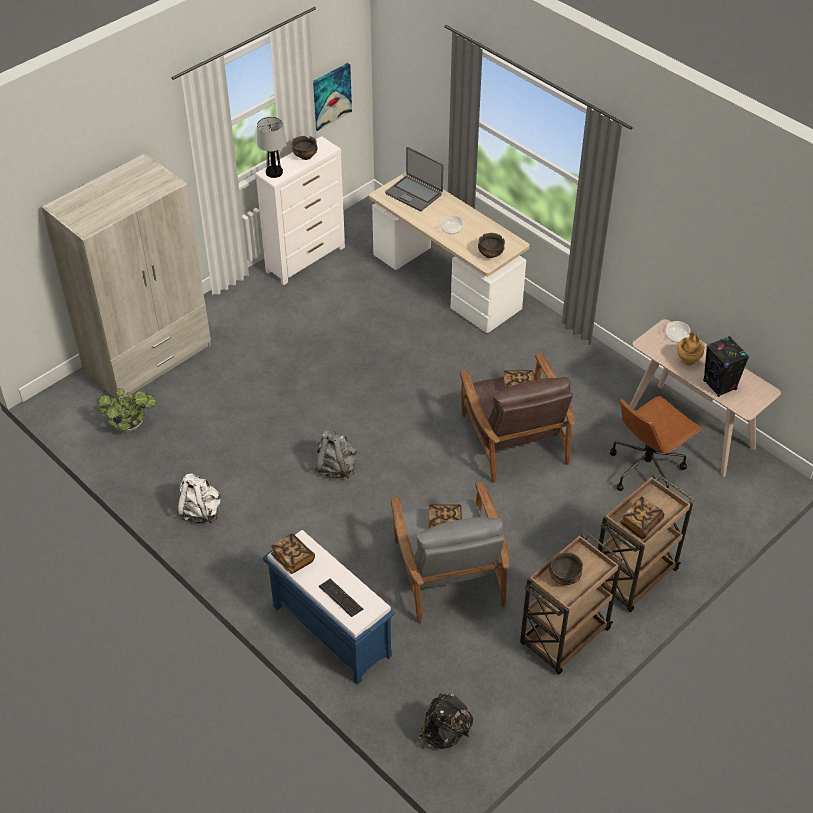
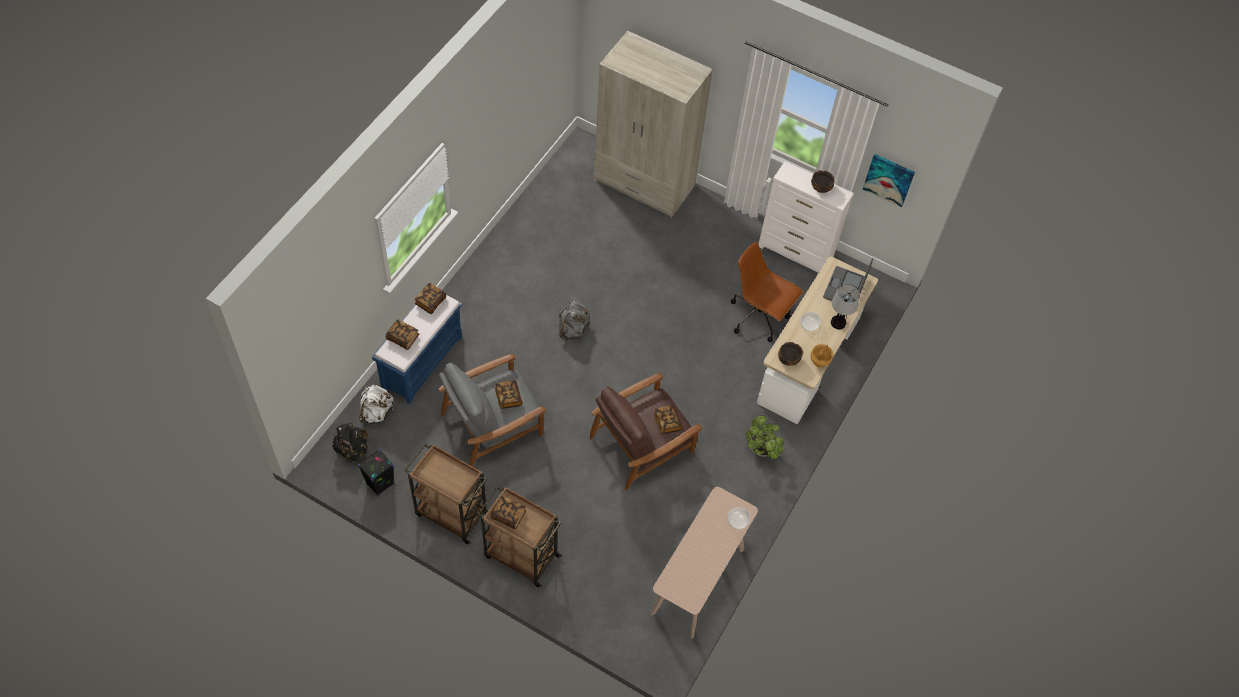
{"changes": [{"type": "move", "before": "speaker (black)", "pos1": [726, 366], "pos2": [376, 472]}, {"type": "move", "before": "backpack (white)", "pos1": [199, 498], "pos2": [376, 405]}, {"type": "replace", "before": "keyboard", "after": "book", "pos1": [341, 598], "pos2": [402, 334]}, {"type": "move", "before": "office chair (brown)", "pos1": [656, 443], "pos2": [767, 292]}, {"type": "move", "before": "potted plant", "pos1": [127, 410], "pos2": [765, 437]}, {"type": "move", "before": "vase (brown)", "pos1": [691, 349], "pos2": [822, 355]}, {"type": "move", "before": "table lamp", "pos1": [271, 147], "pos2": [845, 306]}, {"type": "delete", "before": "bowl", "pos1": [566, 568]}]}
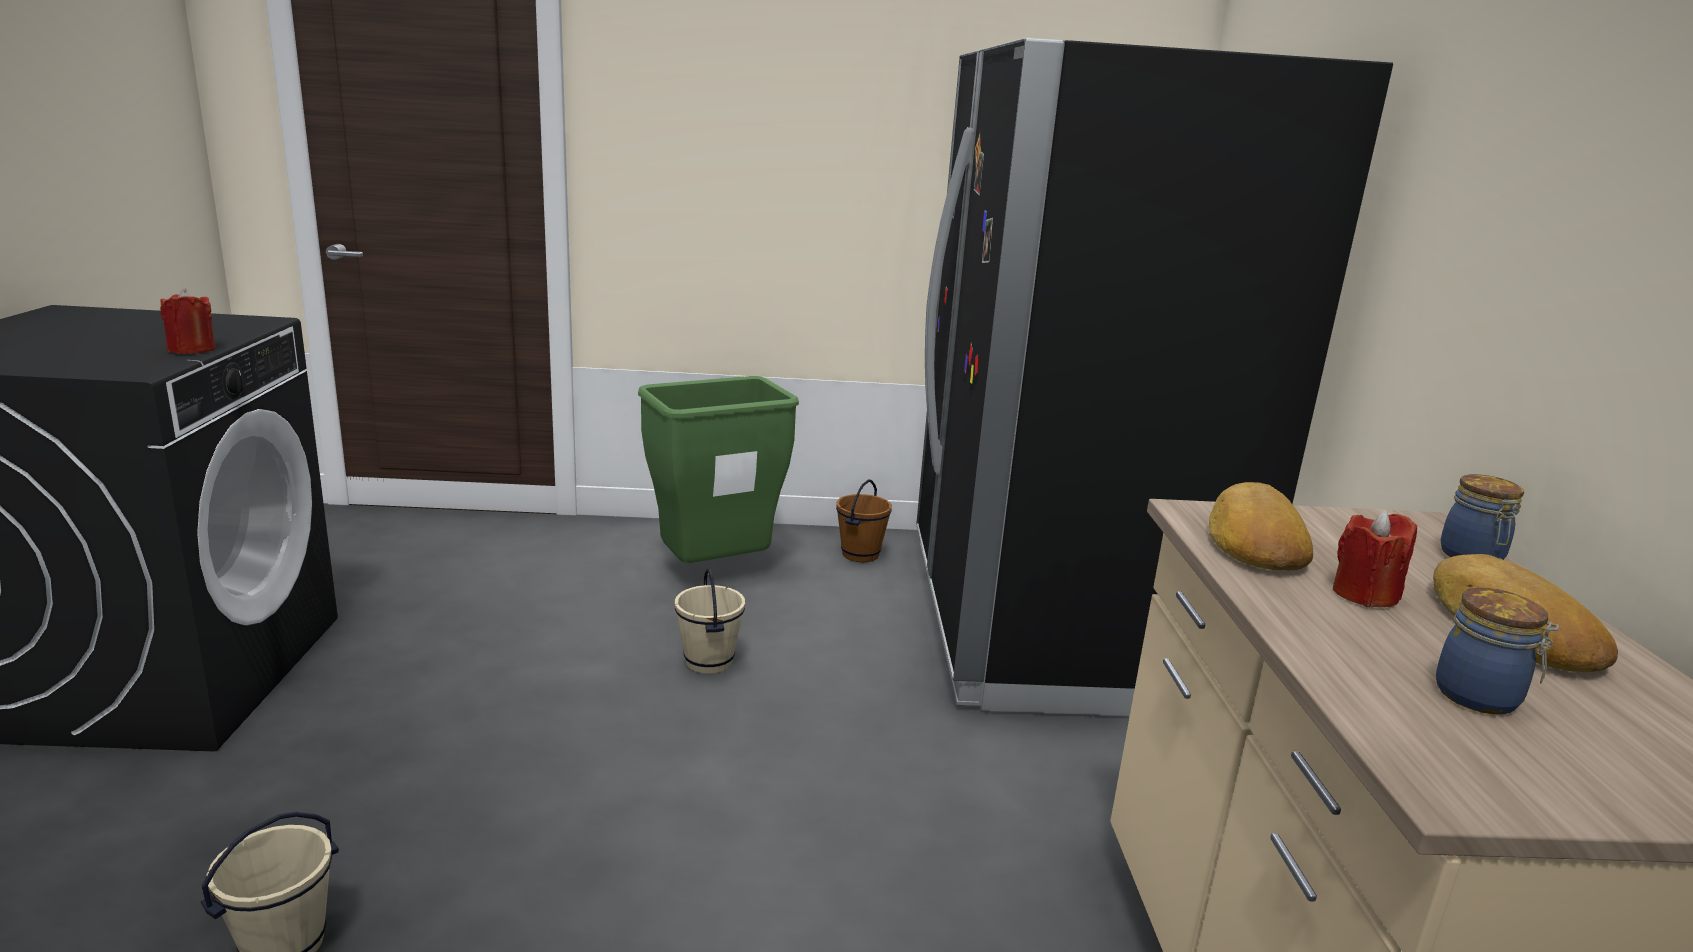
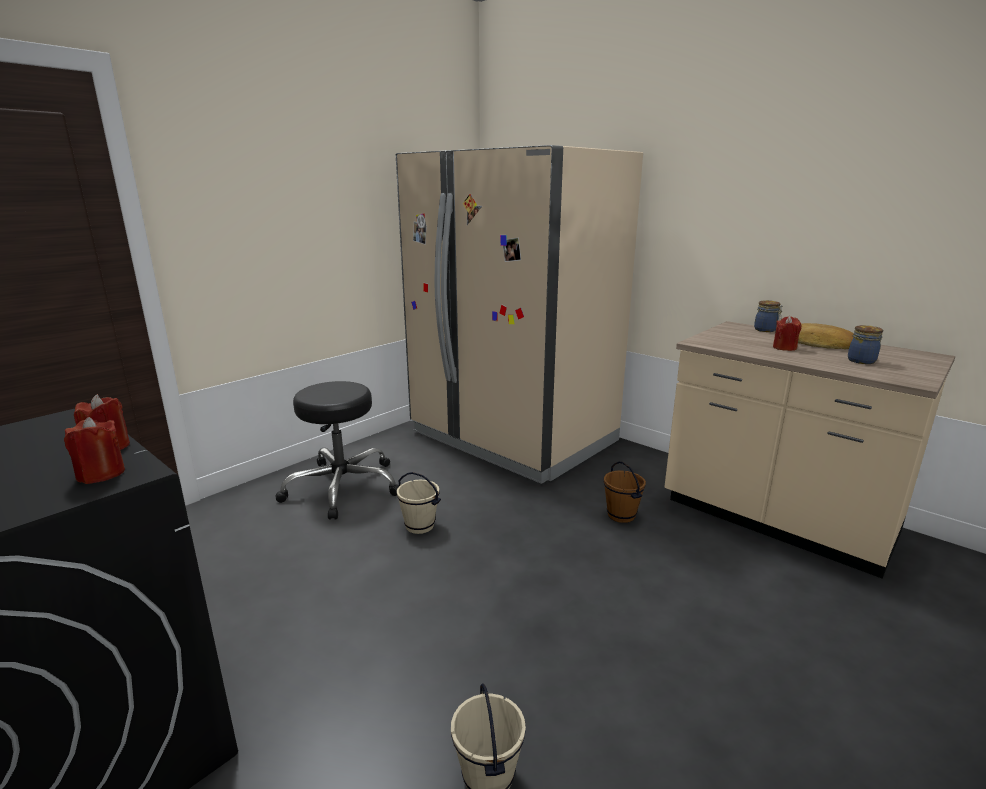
{"changes": [{"type": "insert", "after": "candle (red)", "pos2": [94, 450]}, {"type": "replace", "before": "trash can (green)", "after": "stool (black)", "pos1": [718, 469], "pos2": [337, 450]}, {"type": "recolor", "before": "fridge (black)", "after": "fridge (beige)", "pos1": [1155, 377], "pos2": [519, 314]}, {"type": "move", "before": "bucket (brown)", "pos1": [864, 520], "pos2": [625, 492]}, {"type": "delete", "before": "bread", "pos1": [1261, 526]}]}
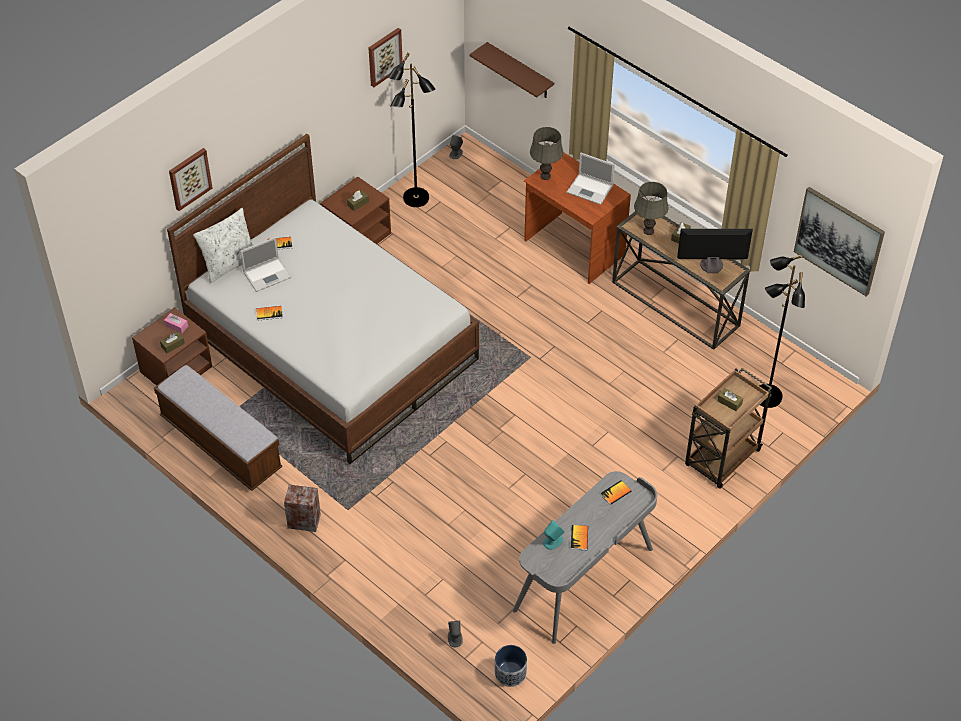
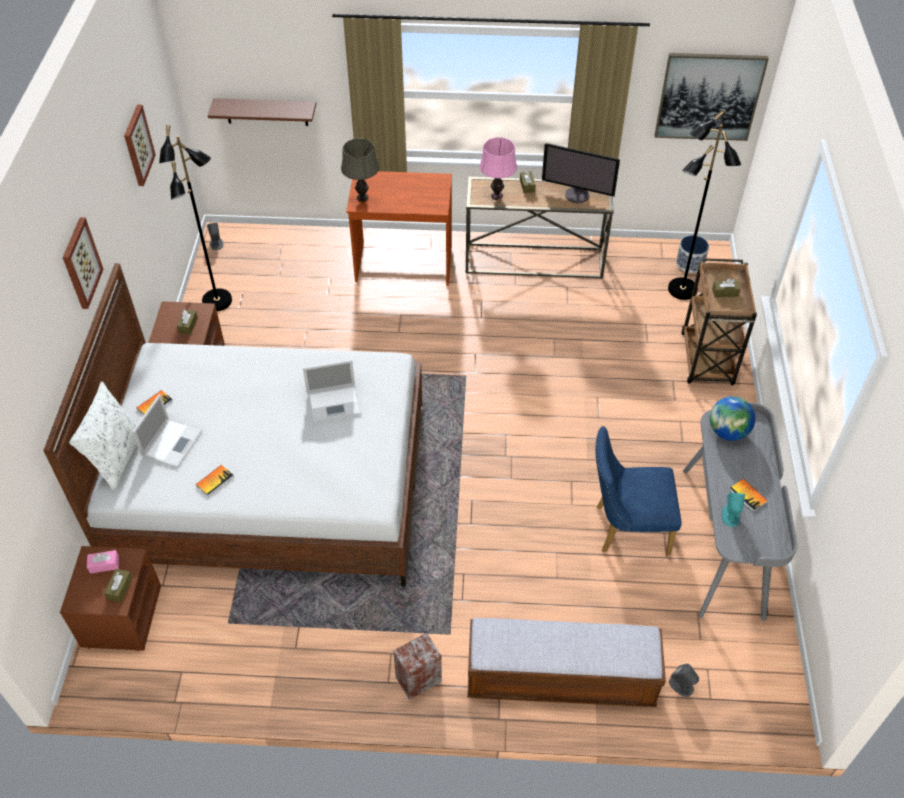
{"changes": [{"type": "move", "before": "picture", "pos1": [191, 179], "pos2": [83, 263]}, {"type": "move", "before": "laptop", "pos1": [591, 179], "pos2": [332, 391]}, {"type": "move", "before": "bench", "pos1": [218, 428], "pos2": [566, 662]}, {"type": "recolor", "before": "table lamp (grey)", "after": "table lamp (pink)", "pos1": [651, 208], "pos2": [498, 168]}, {"type": "rotate", "before": "monitor", "pos1": [715, 251], "pos2": [581, 173], "turn": -120}, {"type": "insert", "after": "chair (blue)", "pos2": [638, 490]}, {"type": "move", "before": "planter", "pos1": [511, 666], "pos2": [692, 254]}, {"type": "replace", "before": "book", "after": "globe", "pos1": [615, 492], "pos2": [732, 418]}]}
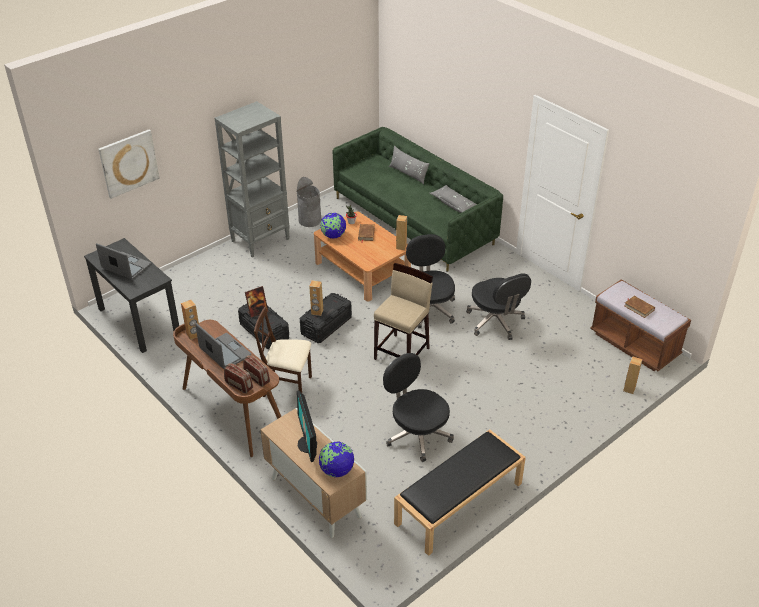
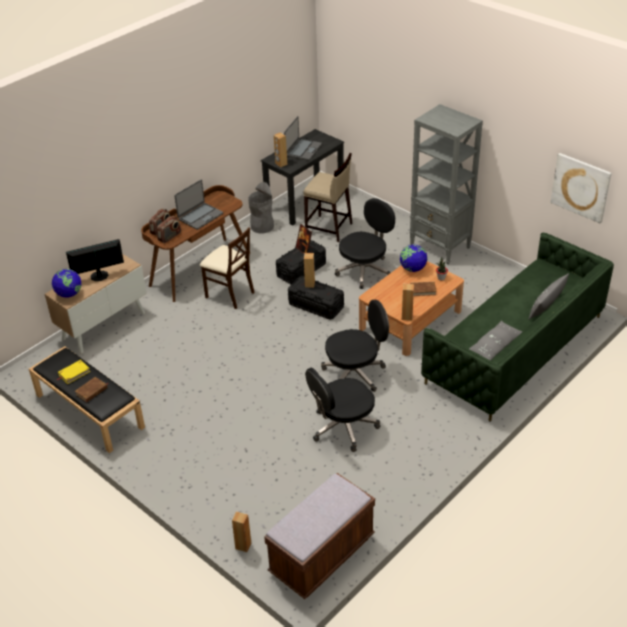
{"changes": [{"type": "insert", "after": "book (yellow)", "pos2": [73, 372]}, {"type": "move", "before": "book (brown)", "pos1": [639, 307], "pos2": [91, 389]}, {"type": "rotate", "before": "chair (beige)", "pos1": [283, 352], "pos2": [227, 268], "turn": 120}, {"type": "move", "before": "trash can (grey)", "pos1": [309, 202], "pos2": [261, 207]}, {"type": "move", "before": "speaker (brown)", "pos1": [190, 320], "pos2": [281, 149]}, {"type": "move", "before": "stool (beige)", "pos1": [403, 311], "pos2": [328, 197]}, {"type": "move", "before": "office chair (black)", "pos1": [418, 407], "pos2": [365, 243]}, {"type": "move", "before": "picture", "pos1": [129, 164], "pos2": [581, 188]}]}
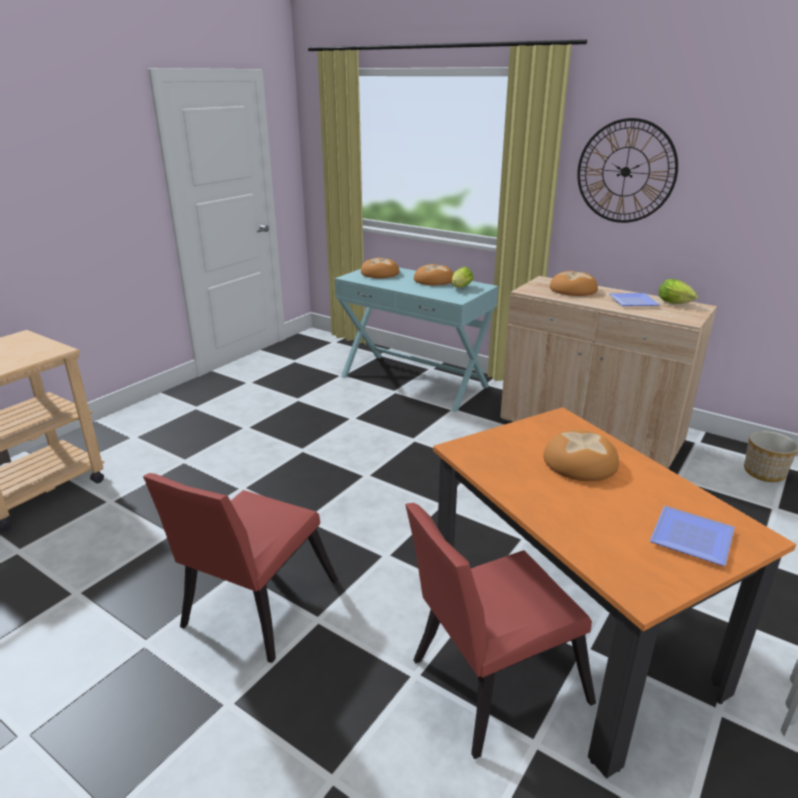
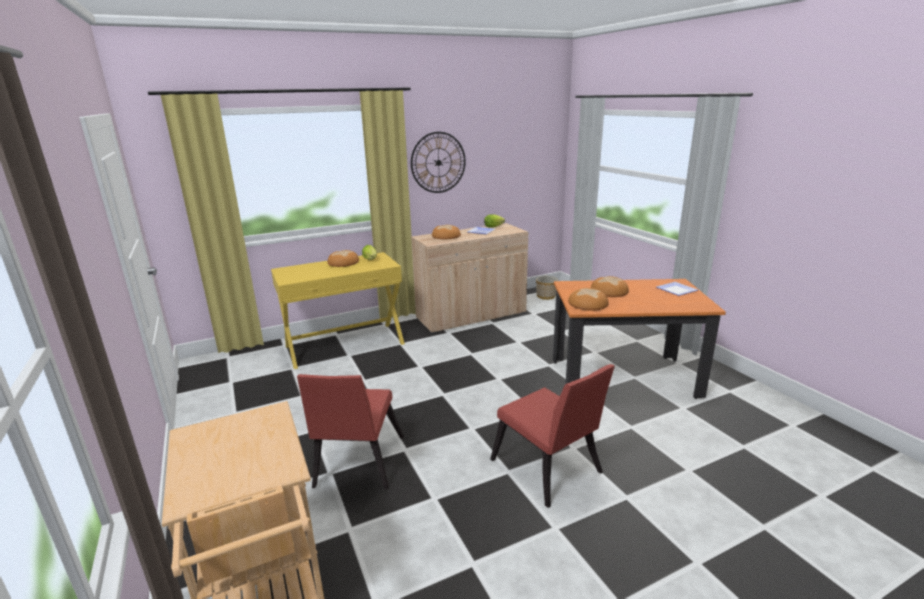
{"changes": [{"type": "recolor", "before": "console table (turquoise)", "after": "console table (yellow)", "pos1": [416, 340], "pos2": [338, 310]}, {"type": "move", "before": "chair (red)", "pos1": [500, 631], "pos2": [350, 432]}, {"type": "move", "before": "bread", "pos1": [380, 268], "pos2": [588, 299]}]}
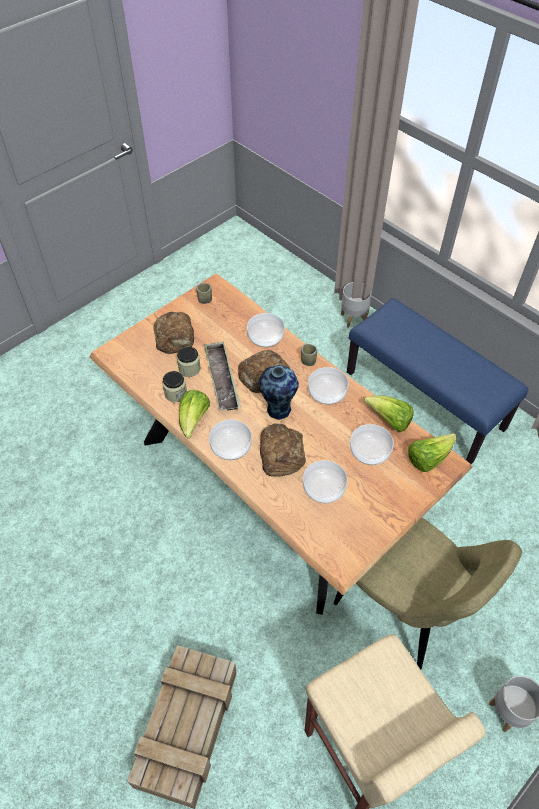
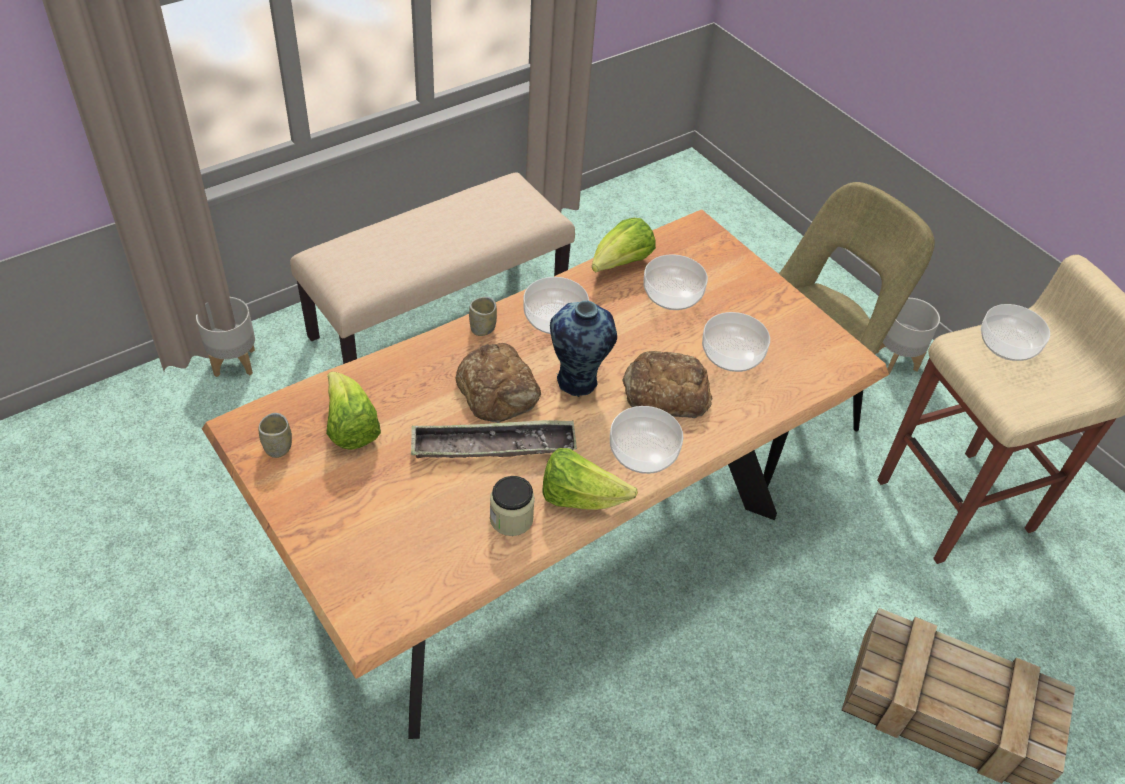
{"changes": [{"type": "recolor", "before": "bench (blue)", "after": "bench (beige)", "pos1": [437, 381], "pos2": [432, 268]}, {"type": "move", "before": "lettuce", "pos1": [432, 452], "pos2": [353, 410]}, {"type": "move", "before": "bowl", "pos1": [266, 330], "pos2": [1015, 332]}, {"type": "delete", "before": "bread", "pos1": [173, 333]}, {"type": "delete", "before": "jar", "pos1": [189, 362]}]}
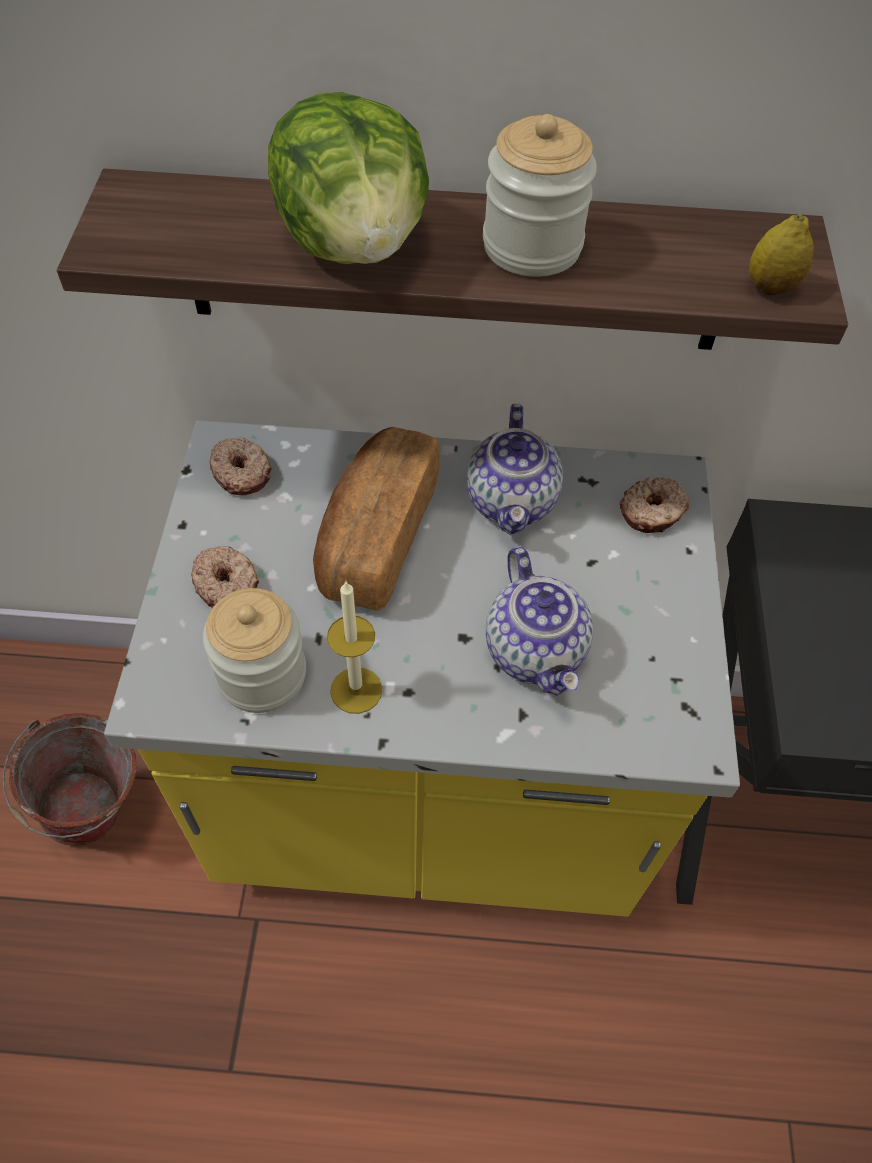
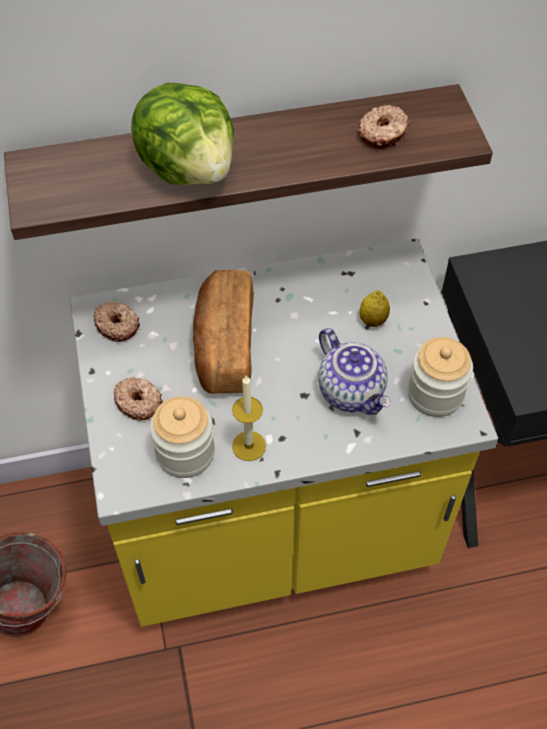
{"changes": [{"type": "move", "before": "donut", "pos1": [654, 505], "pos2": [383, 127]}, {"type": "move", "before": "lemon", "pos1": [781, 255], "pos2": [375, 308]}, {"type": "move", "before": "jar", "pos1": [540, 195], "pos2": [440, 377]}, {"type": "delete", "before": "teapot", "pos1": [515, 469]}]}
